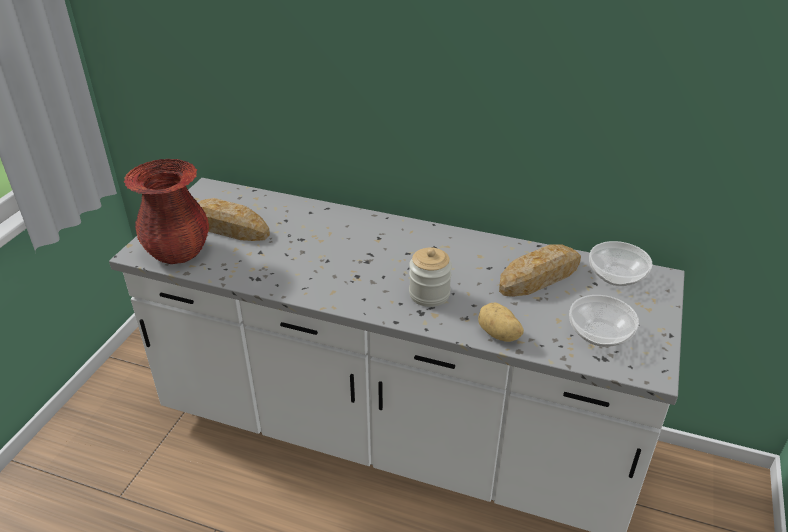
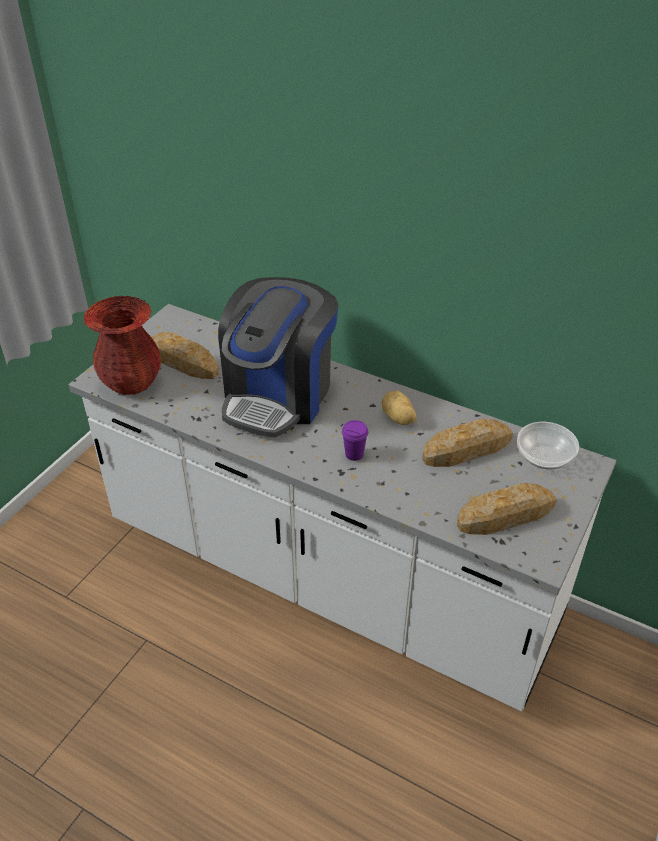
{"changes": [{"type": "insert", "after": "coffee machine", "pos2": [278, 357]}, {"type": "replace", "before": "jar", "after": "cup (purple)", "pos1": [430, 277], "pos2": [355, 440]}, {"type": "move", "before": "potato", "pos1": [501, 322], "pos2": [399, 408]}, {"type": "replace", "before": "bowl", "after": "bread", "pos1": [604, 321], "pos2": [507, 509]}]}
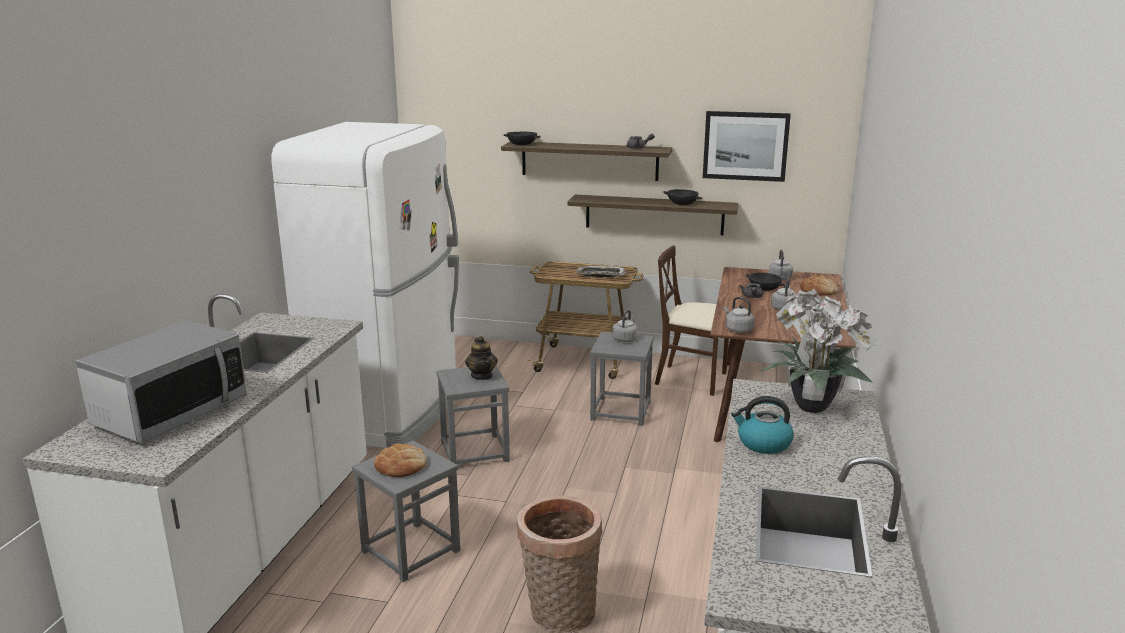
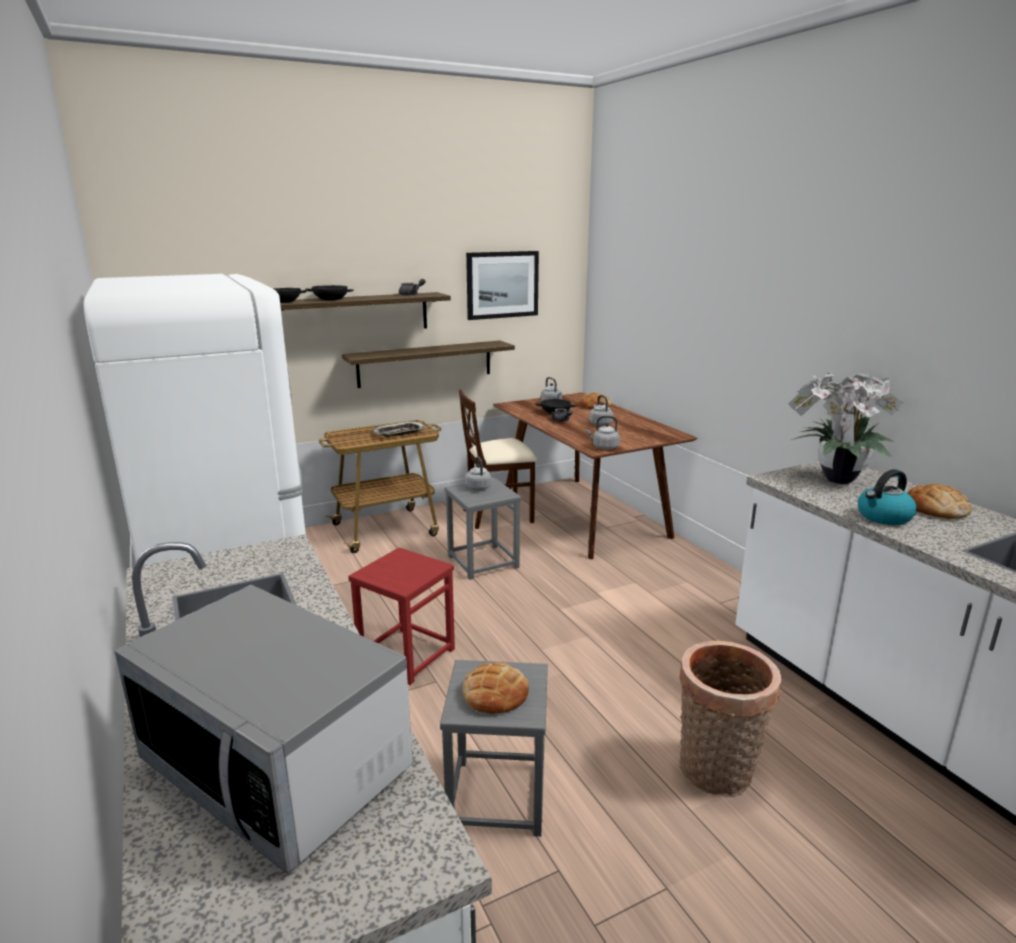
{"changes": [{"type": "rotate", "before": "microwave", "pos1": [161, 382], "pos2": [264, 729], "turn": 135}, {"type": "move", "before": "bowl (black)", "pos1": [682, 197], "pos2": [329, 292]}, {"type": "recolor", "before": "stool (grey)", "after": "stool (red)", "pos1": [473, 415], "pos2": [401, 616]}, {"type": "insert", "after": "bread", "pos2": [939, 501]}, {"type": "delete", "before": "teapot", "pos1": [481, 358]}]}
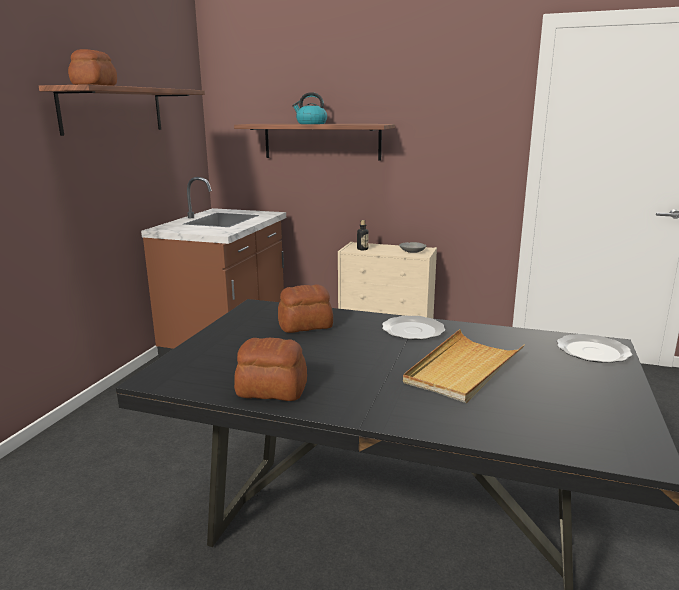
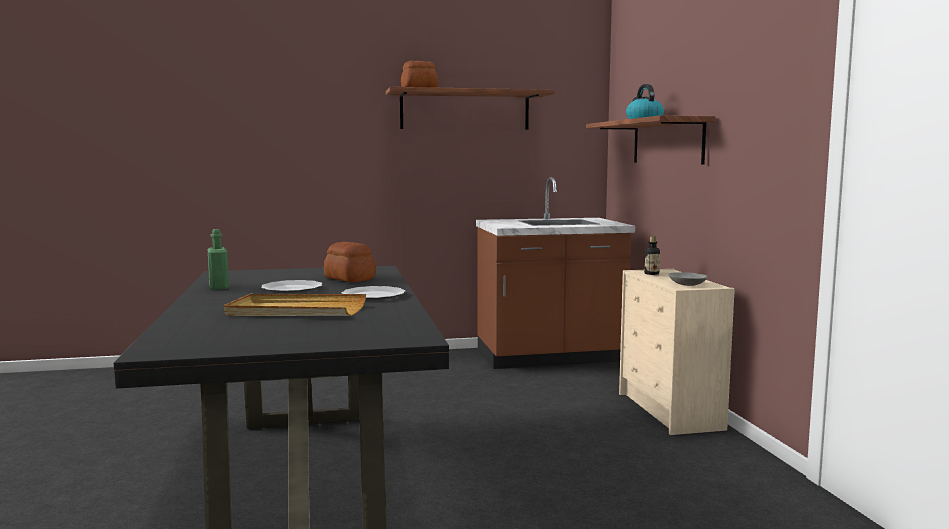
{"changes": [{"type": "replace", "before": "bread", "after": "bottle (green)", "pos1": [270, 369], "pos2": [218, 259]}, {"type": "move", "before": "plate", "pos1": [594, 348], "pos2": [292, 286]}]}
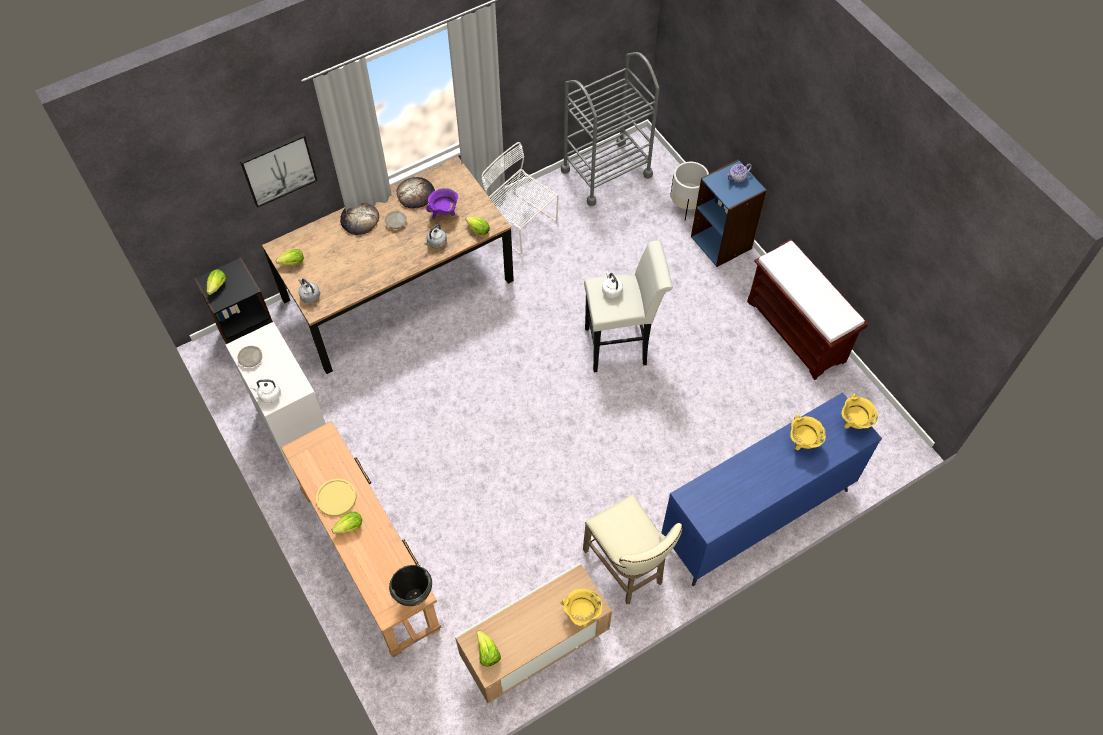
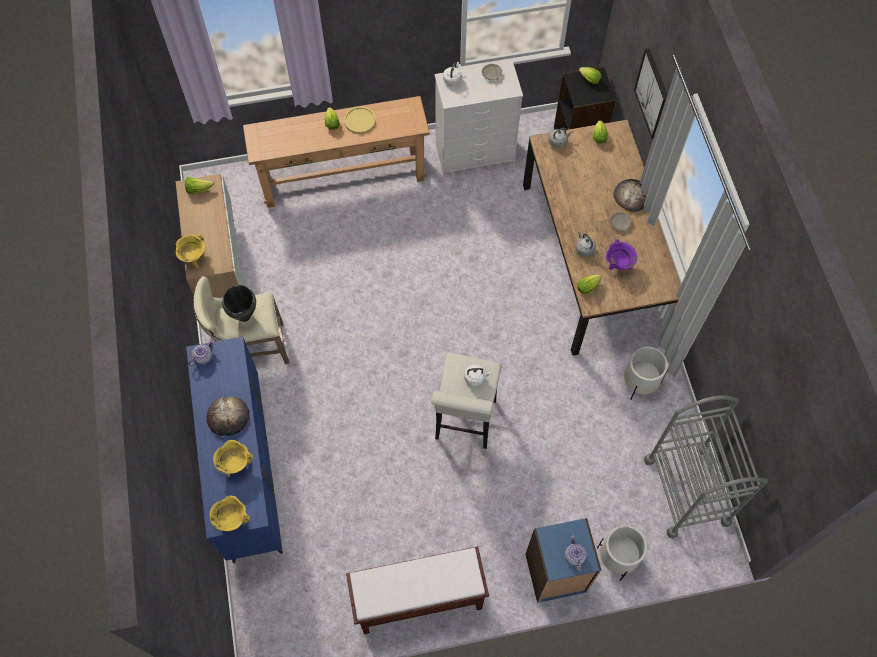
{"changes": [{"type": "insert", "after": "teapot", "pos2": [201, 353]}, {"type": "move", "before": "bread", "pos1": [416, 192], "pos2": [227, 416]}, {"type": "move", "before": "cooking pot (black)", "pos1": [410, 585], "pos2": [239, 303]}, {"type": "replace", "before": "chair (white)", "after": "planter (white)", "pos1": [520, 198], "pos2": [646, 373]}]}
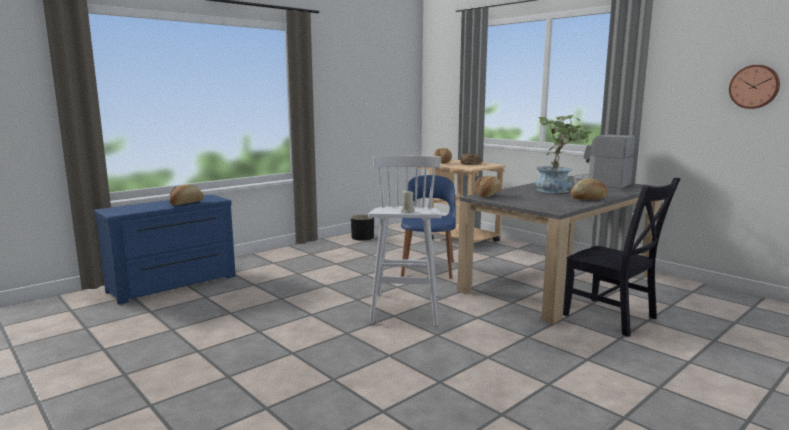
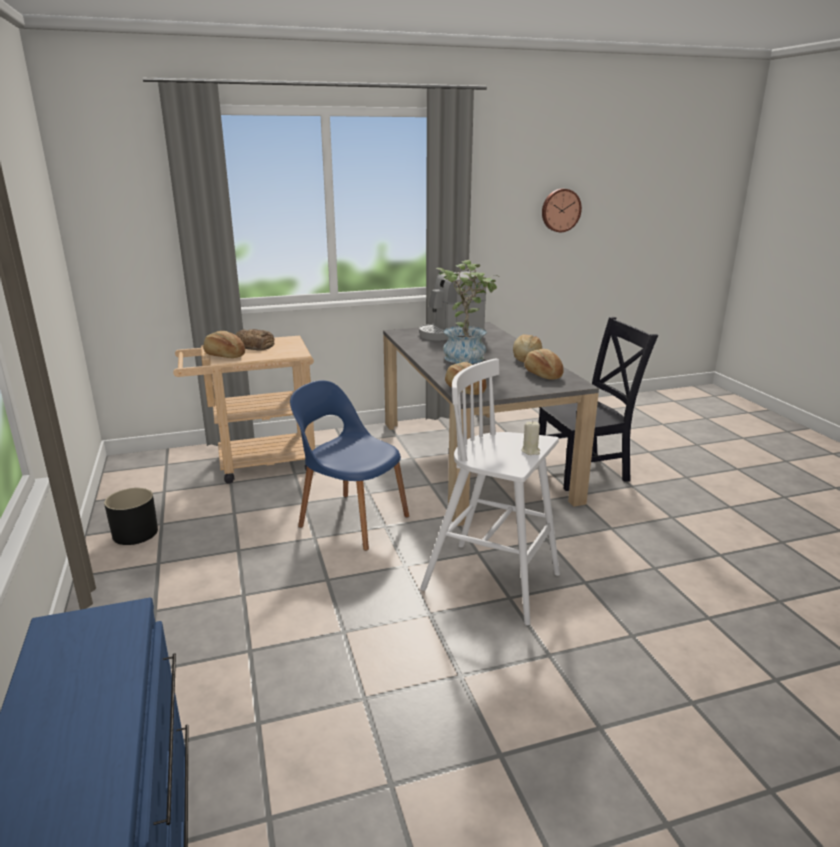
{"changes": [{"type": "move", "before": "bread", "pos1": [186, 195], "pos2": [544, 364]}]}
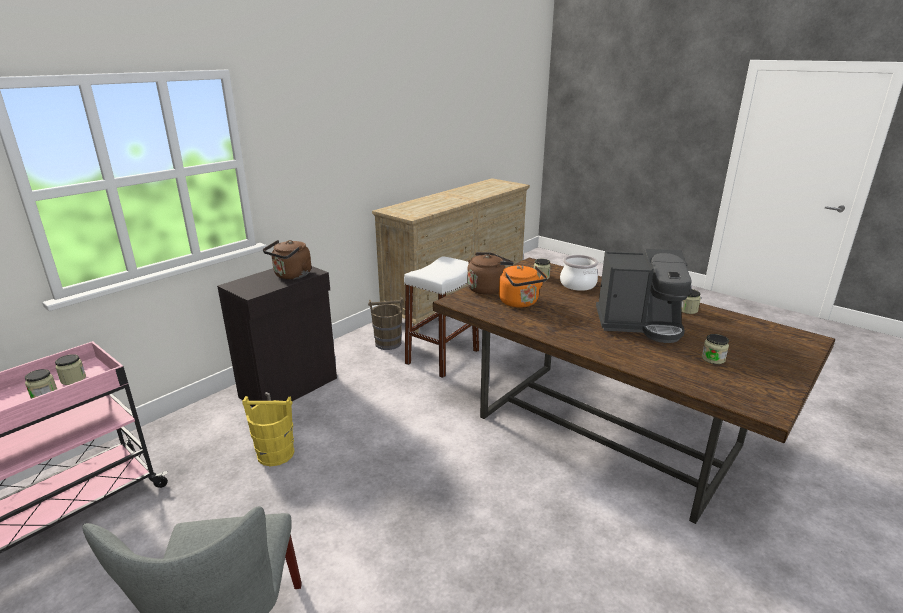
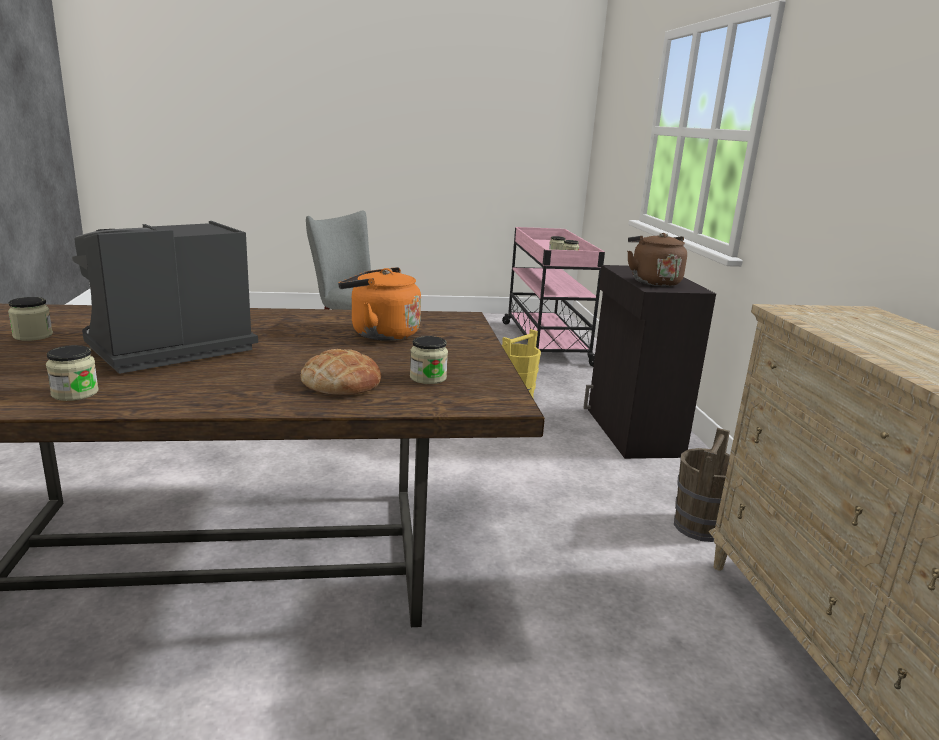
{"changes": [{"type": "replace", "before": "cooking pot", "after": "bread", "pos1": [579, 273], "pos2": [340, 372]}, {"type": "delete", "before": "stool (white)", "pos1": [441, 317]}, {"type": "delete", "before": "kettle (brown)", "pos1": [490, 273]}]}
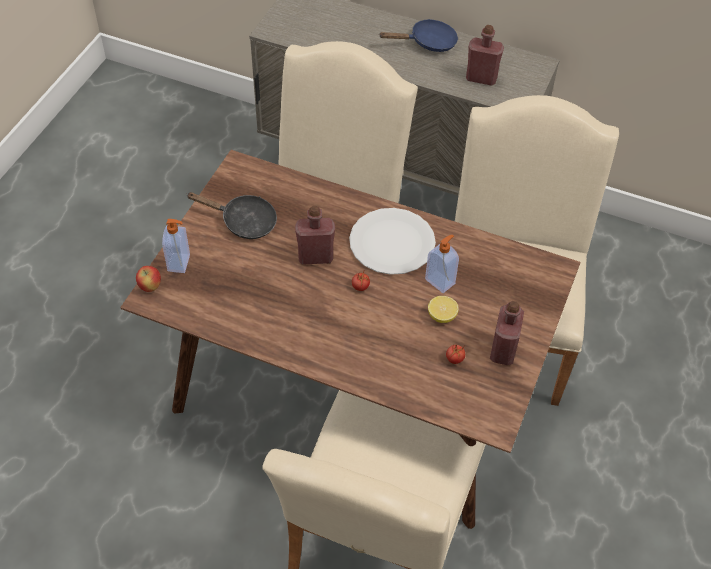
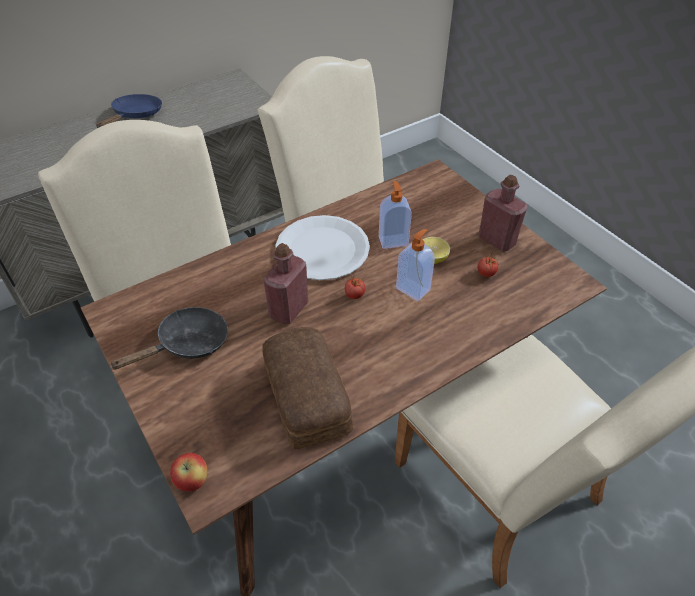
{"changes": [{"type": "insert", "after": "bread", "pos2": [307, 388]}, {"type": "move", "before": "soap dispenser", "pos1": [176, 246], "pos2": [415, 265]}, {"type": "delete", "before": "bottle (red)", "pos1": [485, 55]}]}
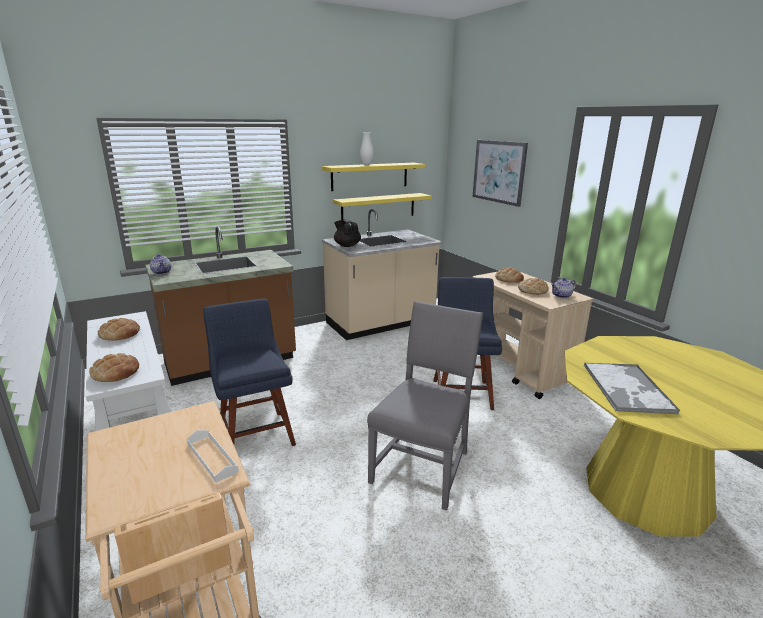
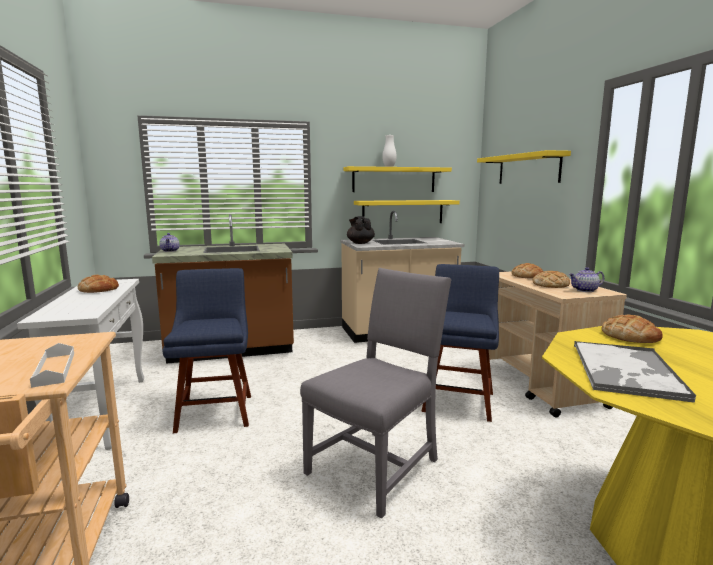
{"changes": [{"type": "replace", "before": "picture", "after": "shelf (yellow)", "pos1": [500, 173], "pos2": [524, 167]}, {"type": "move", "before": "bread", "pos1": [114, 367], "pos2": [632, 328]}]}
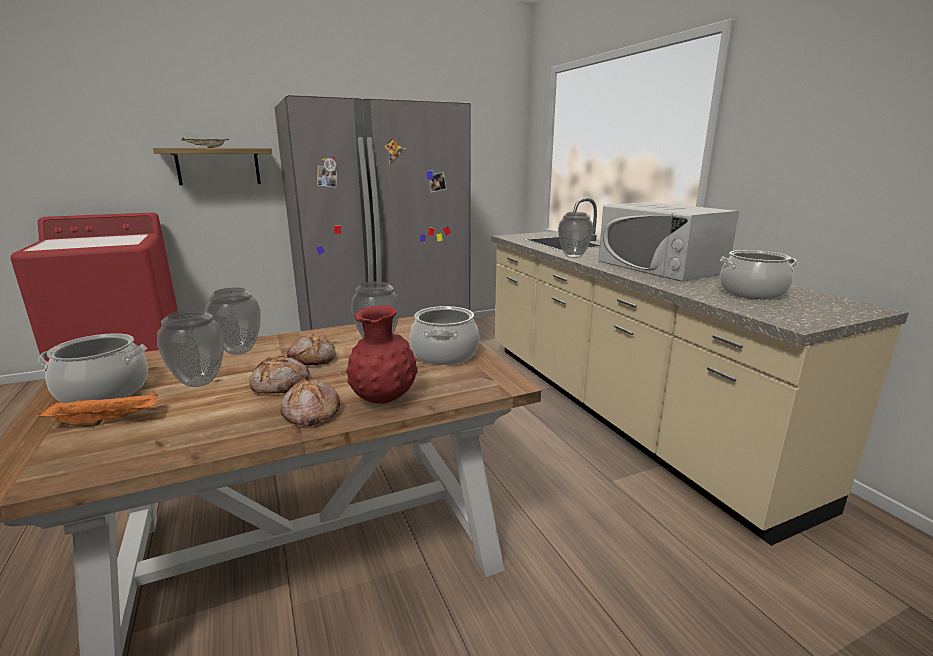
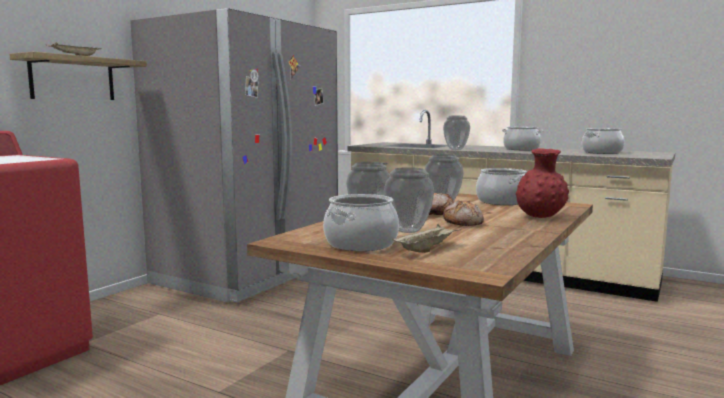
{"changes": [{"type": "recolor", "before": "tray (orange)", "after": "tray (beige)", "pos1": [97, 409], "pos2": [427, 238]}, {"type": "replace", "before": "microwave (white)", "after": "cooking pot", "pos1": [668, 242], "pos2": [523, 138]}, {"type": "delete", "before": "bread", "pos1": [310, 402]}]}
